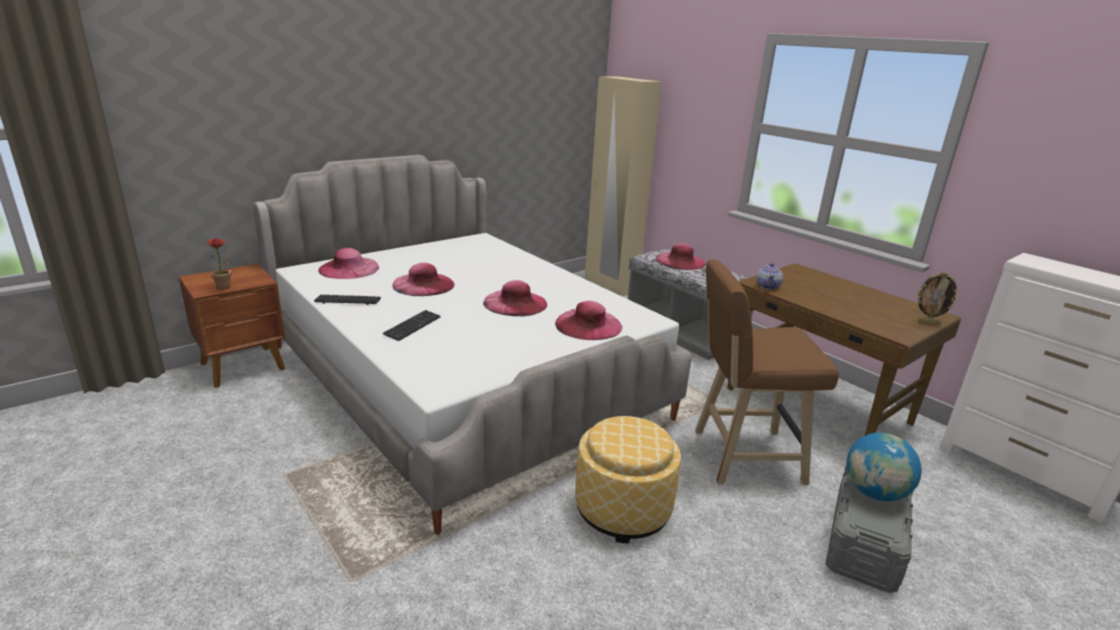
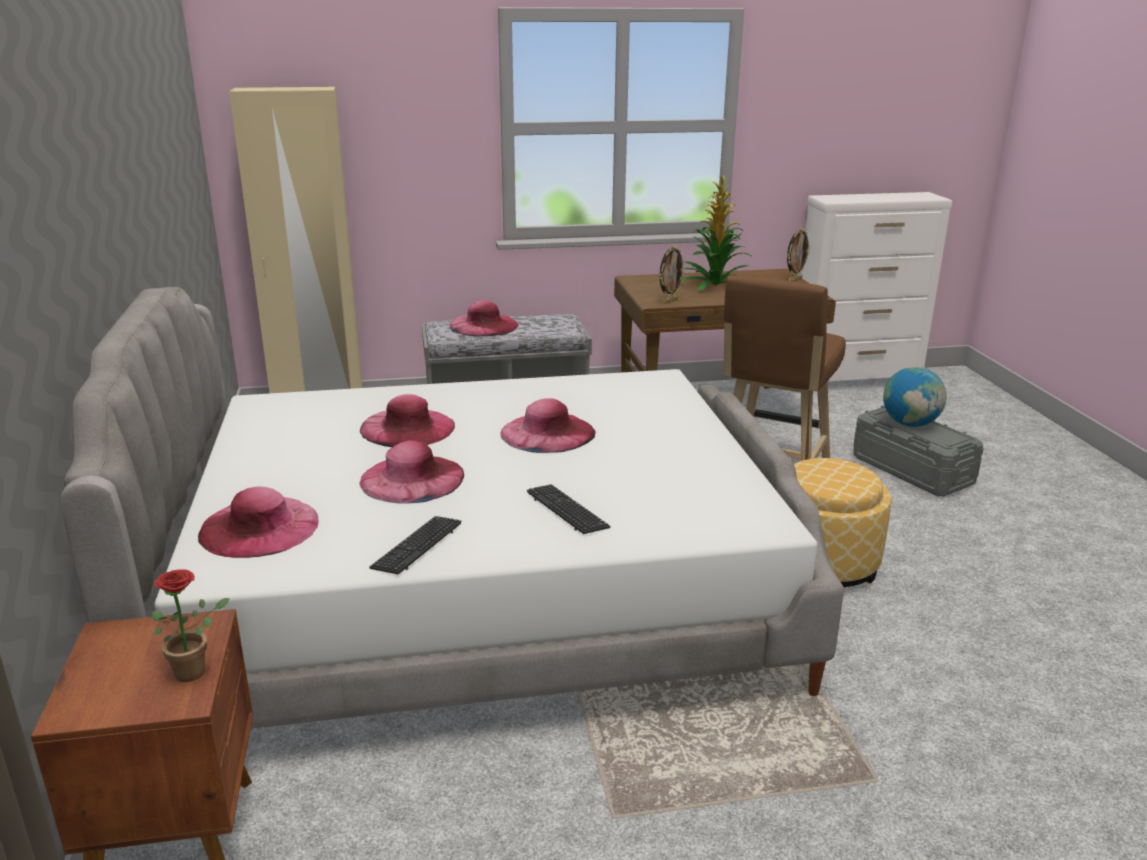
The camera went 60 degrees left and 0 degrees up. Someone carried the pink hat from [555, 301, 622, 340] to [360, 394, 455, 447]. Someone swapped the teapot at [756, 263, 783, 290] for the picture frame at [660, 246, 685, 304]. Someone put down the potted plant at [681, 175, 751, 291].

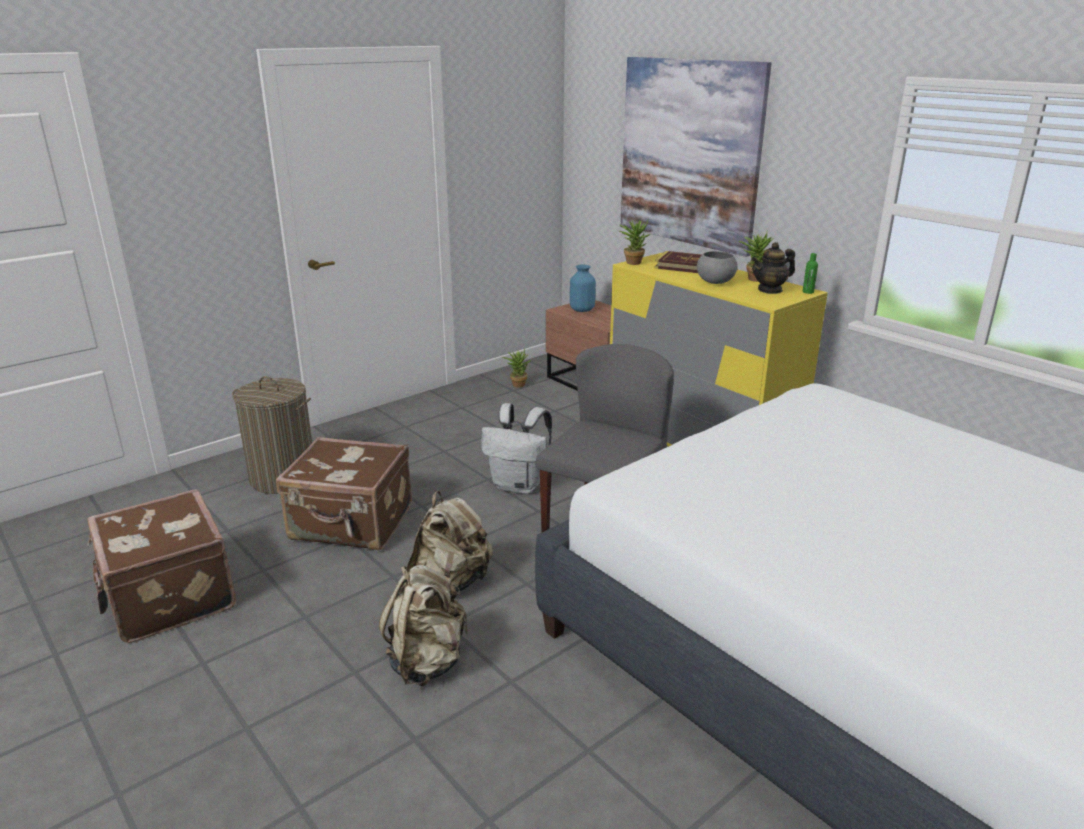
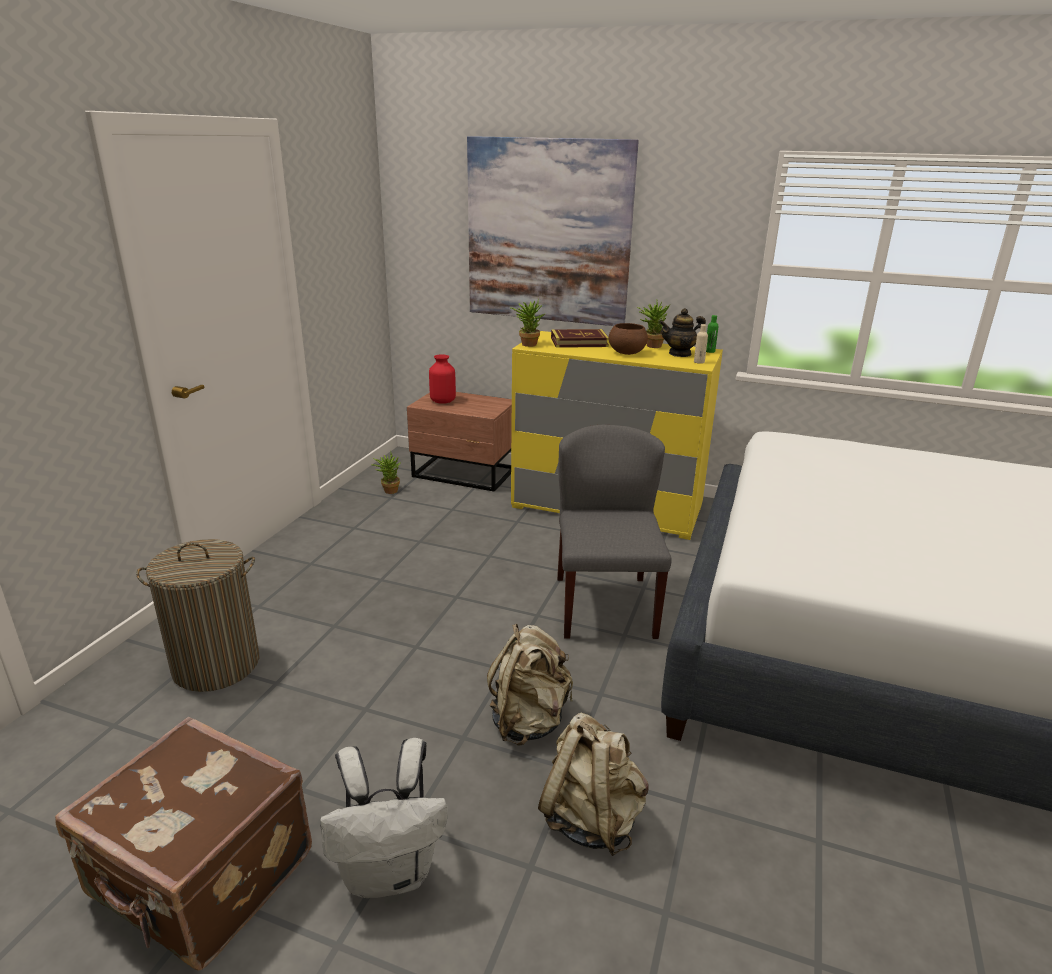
The camera went 30 degrees left and 0 degrees up. Someone took away the brown suitcase at [276, 437, 412, 550]. Someone carried the white backpack from [481, 403, 552, 494] to [320, 738, 448, 898]. Someone repainted the blue vase at [570, 265, 596, 312], which became the red vase at [429, 354, 456, 404]. Someone repainted the grey bowl at [697, 251, 738, 284], which became the brown bowl at [609, 323, 648, 355]. Someone rotated the teapot at [751, 242, 795, 294] by 45 degrees clockwise. Someone put down the beige bottle at [694, 324, 708, 364].

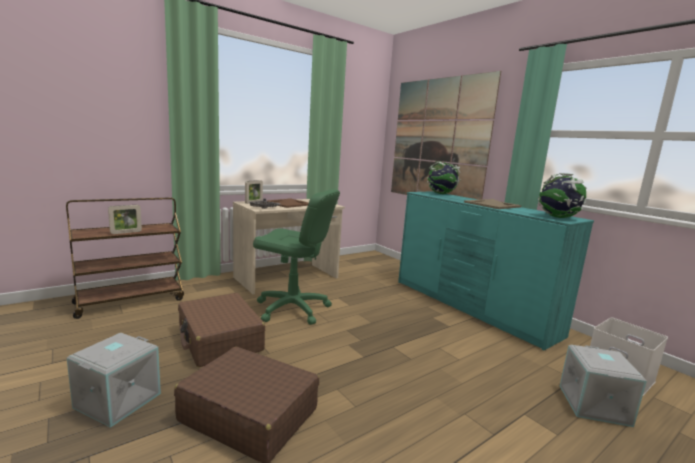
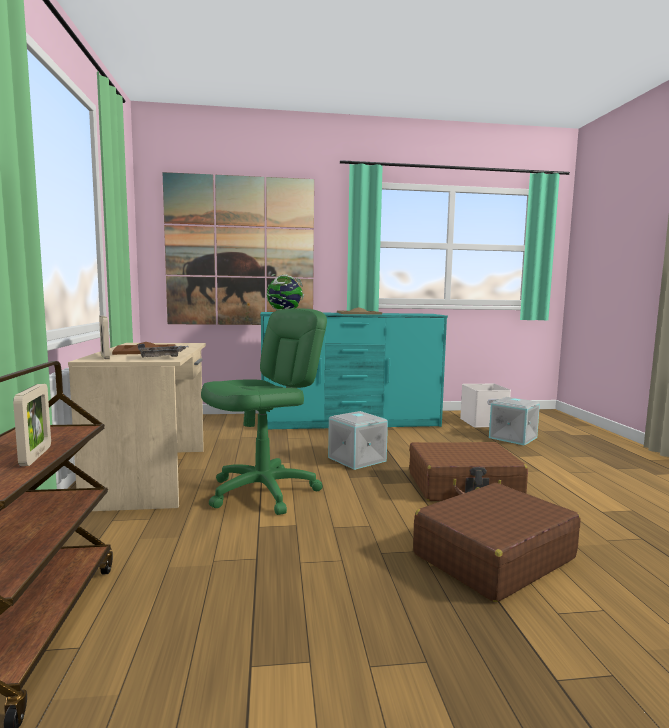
The camera went 60 degrees left and 5 degrees down. Someone carried the grey storage box from [67, 333, 161, 428] to [328, 411, 388, 470]. Someone carried the brown suitcase from [178, 293, 265, 367] to [409, 442, 528, 501]. Someone took away the globe at [538, 173, 586, 218].

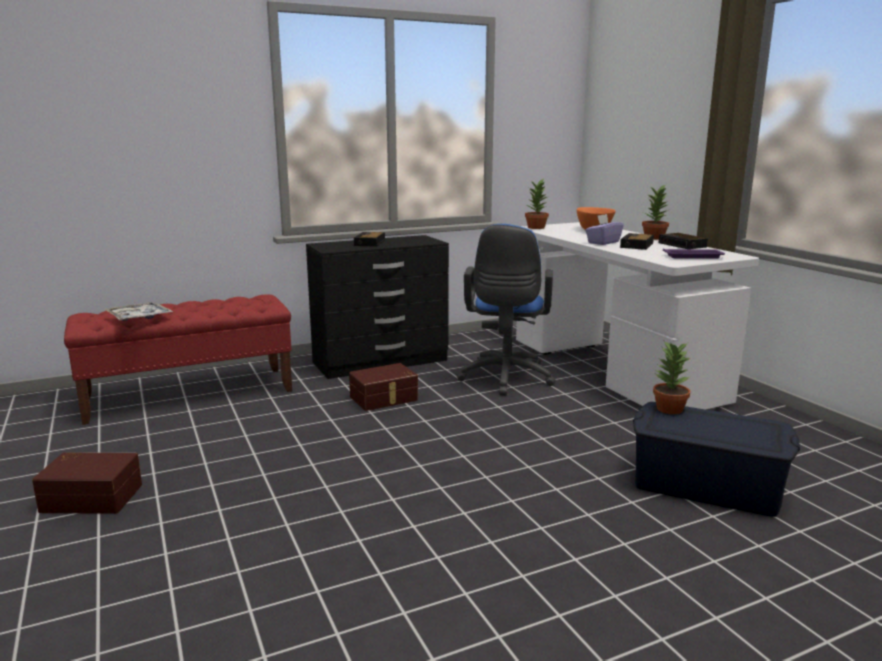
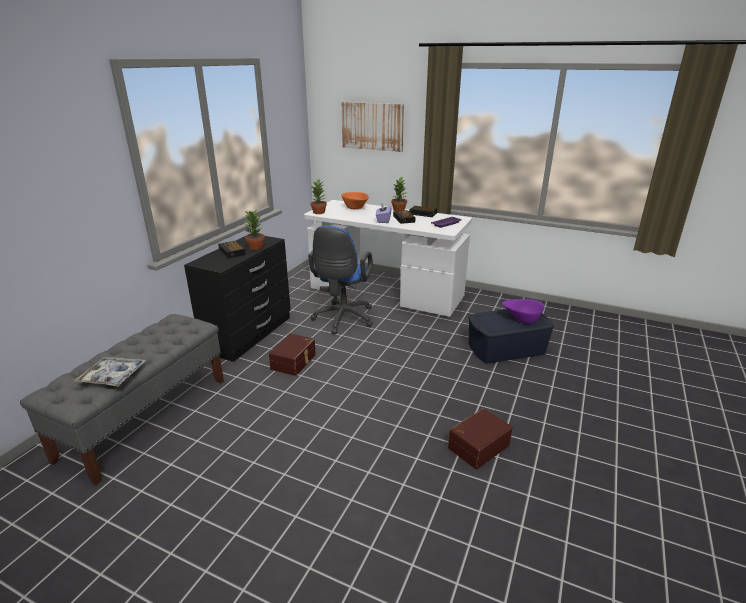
The camera went 40 degrees left and 10 degrees up. Someone carried the brown storage box from [32, 452, 142, 514] to [448, 408, 513, 469]. Someone repainted the red bench at [64, 294, 292, 425], which became the grey bench at [20, 314, 224, 485]. Someone rotated the blue office chair at [456, 224, 556, 396] by 45 degrees clockwise. Someone carried the potted plant from [653, 341, 691, 414] to [244, 210, 265, 250]. Someone put up the picture at [341, 102, 404, 152]. Someone put down the purple bowl at [502, 299, 545, 324].

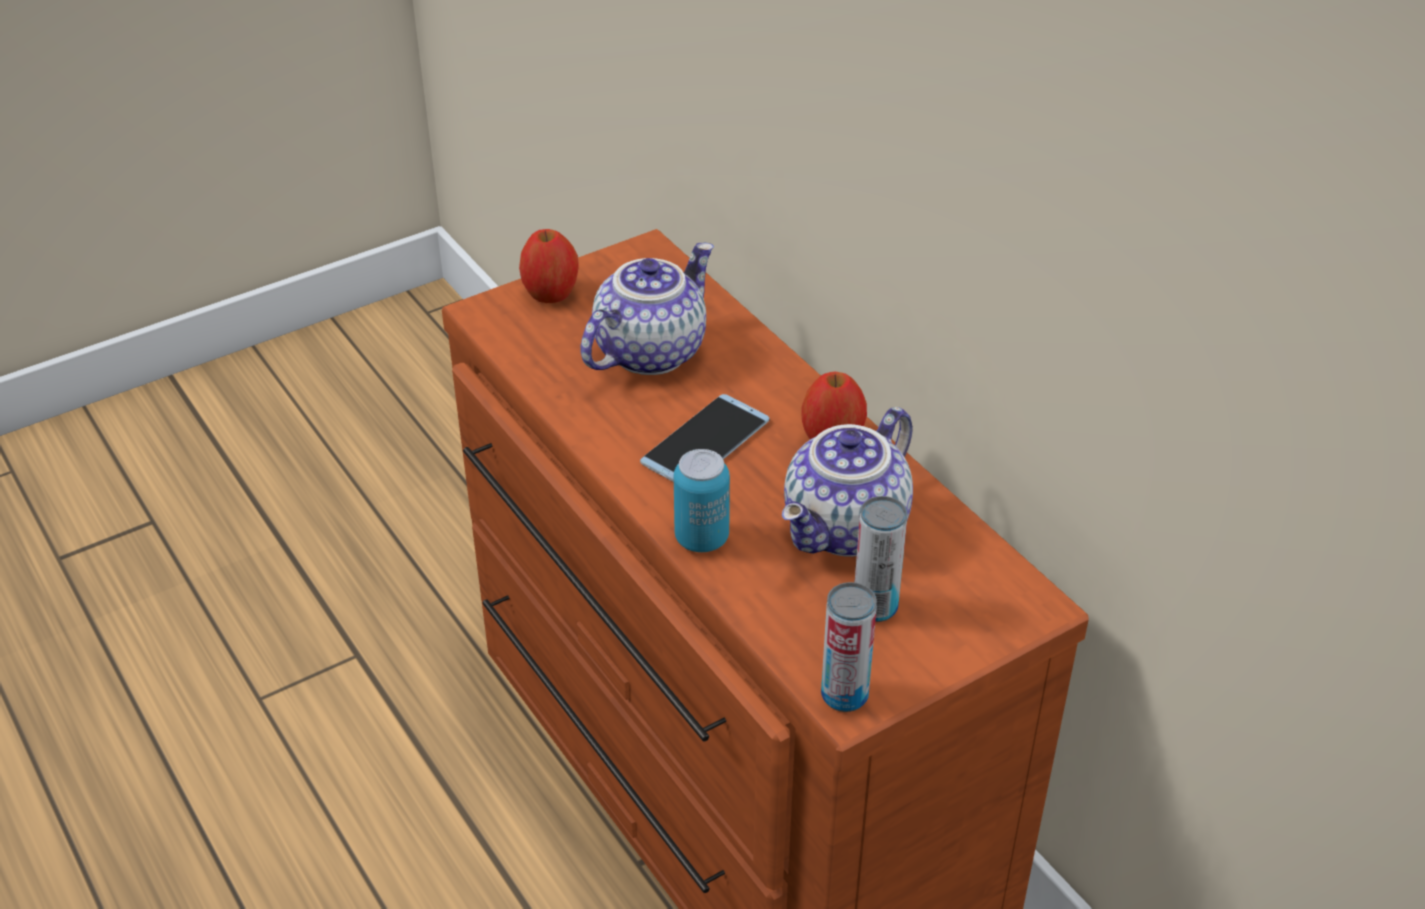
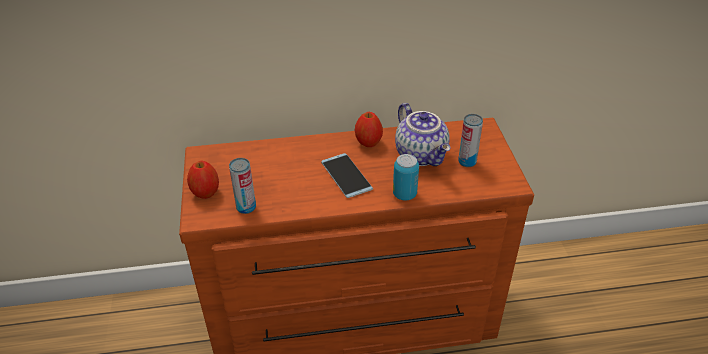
The camera went 65 degrees left and 0 degrees up. Someone took away the teapot at [580, 243, 714, 375]. Someone carried the can from [821, 582, 877, 712] to [229, 158, 256, 214].

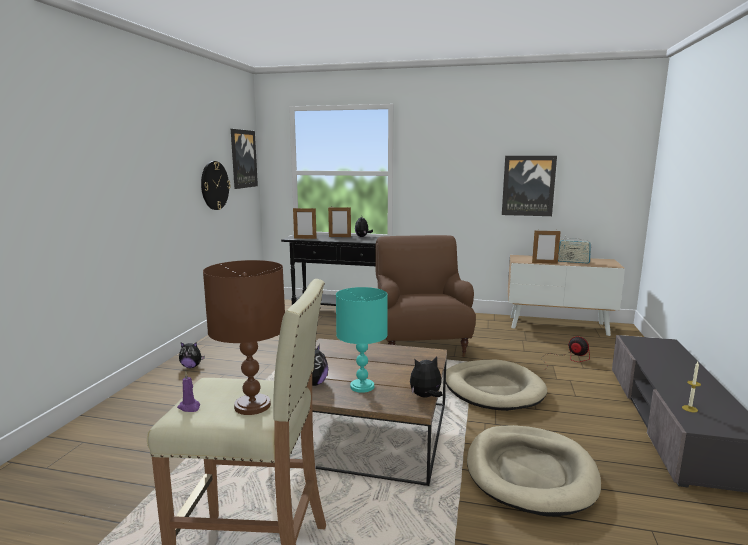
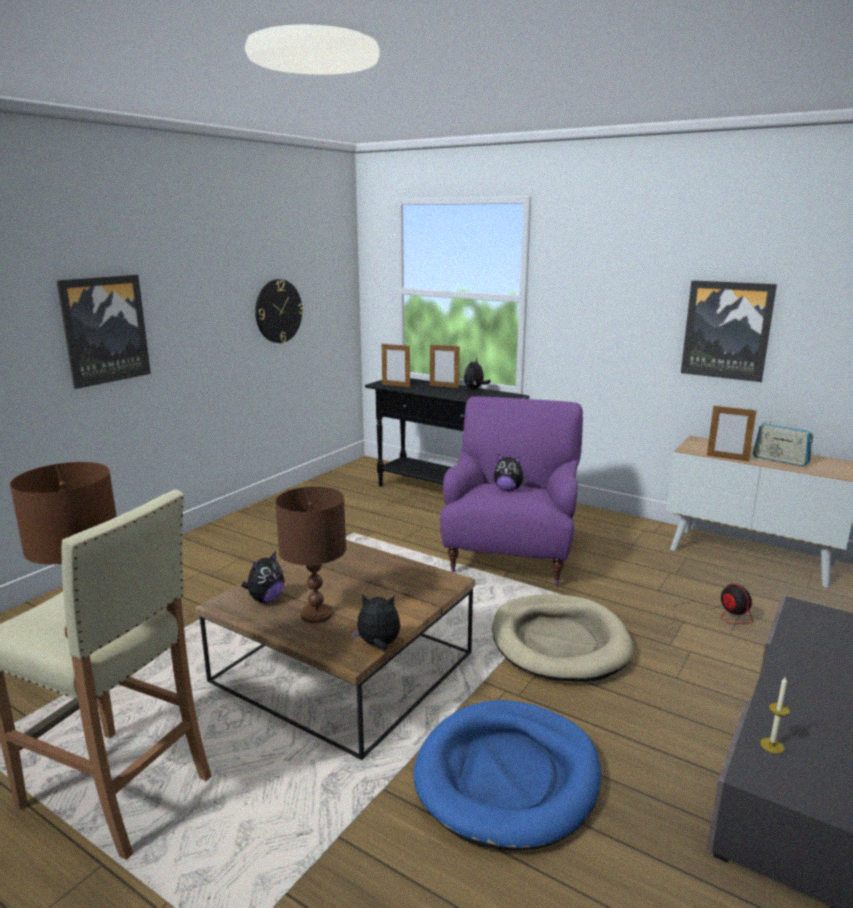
The camera went 20 degrees right and 5 degrees up. Someone took away the purple candle at [177, 372, 200, 412]. Someone carried the plush toy from [179, 342, 205, 368] to [494, 454, 527, 491]. Someone carried the picture from [231, 129, 258, 189] to [56, 275, 151, 389]. Someone repainted the turquoise table lamp at [336, 287, 388, 393], which became the brown table lamp at [275, 487, 346, 623]. Someone repainted the brown armchair at [375, 235, 476, 357], which became the purple armchair at [440, 396, 583, 585]. Someone repainted the beige dog bed at [467, 425, 601, 517], which became the blue dog bed at [414, 700, 601, 850].

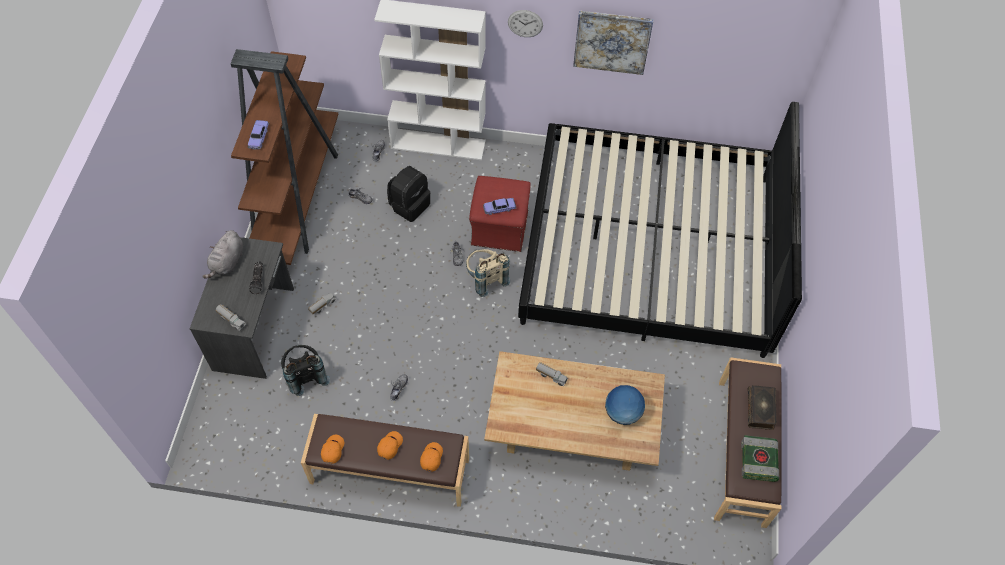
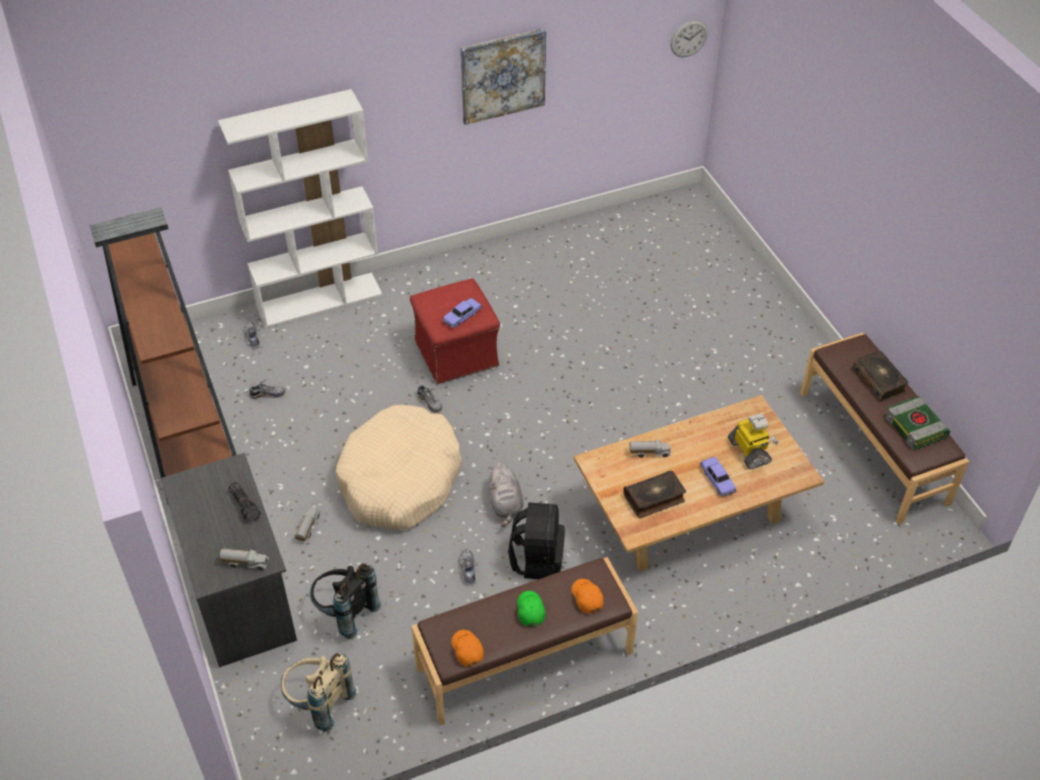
The camera went 30 degrees left and 10 degrees down. Someone carried the grey plush toy from [202, 230, 243, 279] to [488, 462, 524, 527]. Someone carried the toy car from [248, 120, 269, 150] to [700, 457, 736, 497]. Someone repainted the orange cap at [377, 431, 403, 460], which became the green cap at [517, 591, 545, 626]. Someone carried the black backpack from [387, 166, 431, 222] to [508, 502, 565, 579]. Someone carried the beige backpack from [466, 249, 510, 297] to [281, 652, 357, 732]. Someone carried the wall clock from [508, 10, 543, 37] to [671, 20, 708, 57]. Someone took away the bed at [518, 102, 802, 358]. Someone swapped the globe at [605, 385, 645, 425] for the toy robot at [728, 413, 778, 469]. Someone put down the beige dog bed at [336, 405, 462, 530]. Someone put down the book at [623, 470, 686, 518].

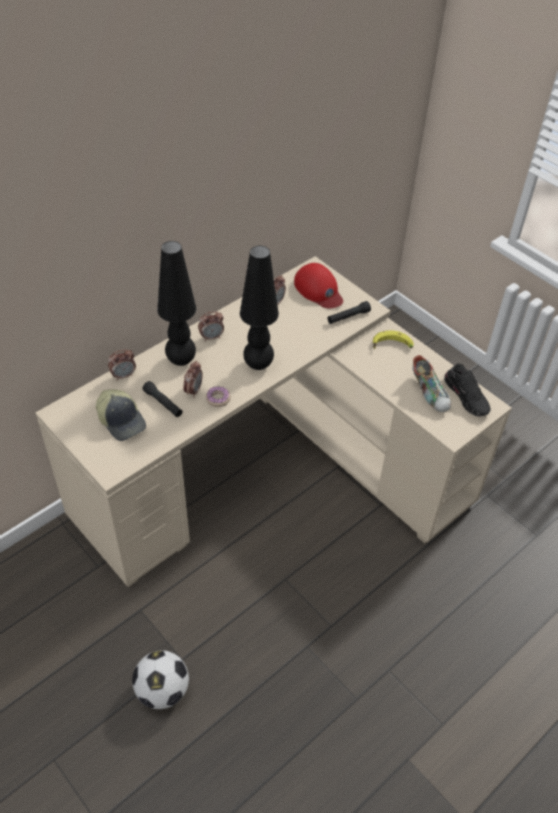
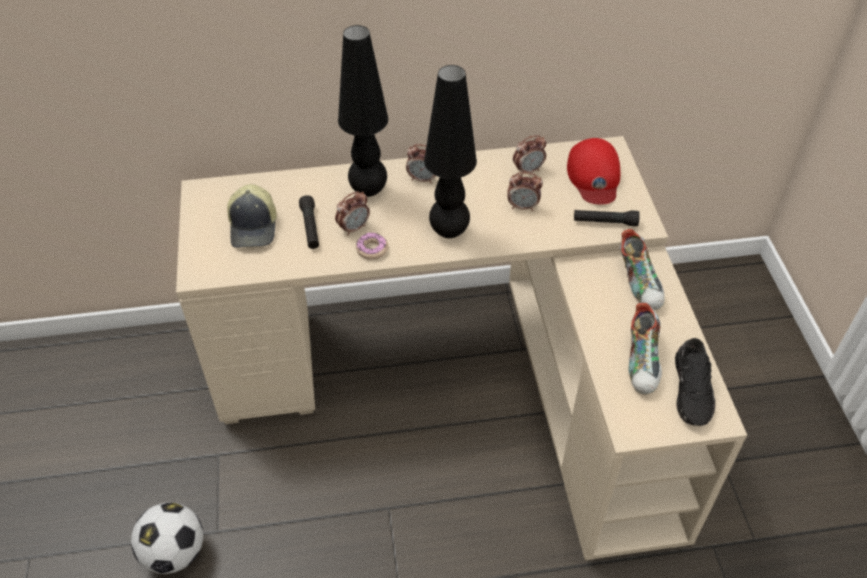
The camera went 35 degrees right and 0 degrees up. Someone carried the alarm clock from [108, 349, 136, 381] to [507, 172, 543, 211]. Someone swapped the banana at [373, 330, 414, 350] for the shoe at [620, 229, 665, 310].

